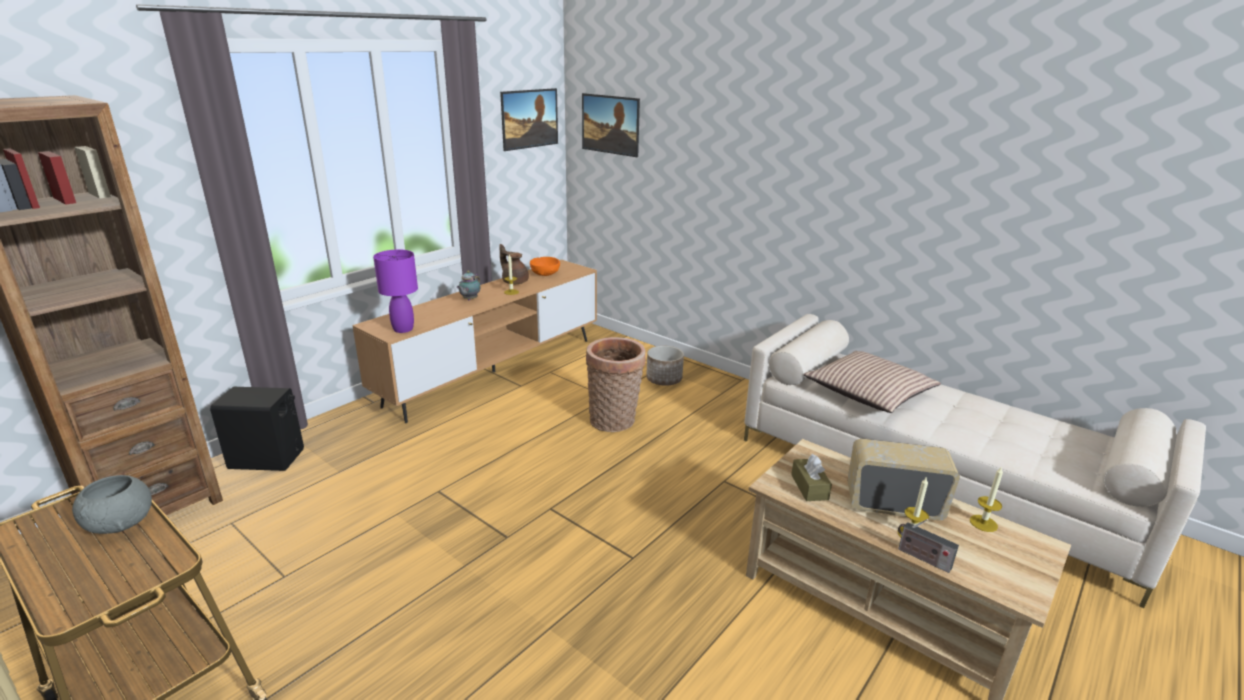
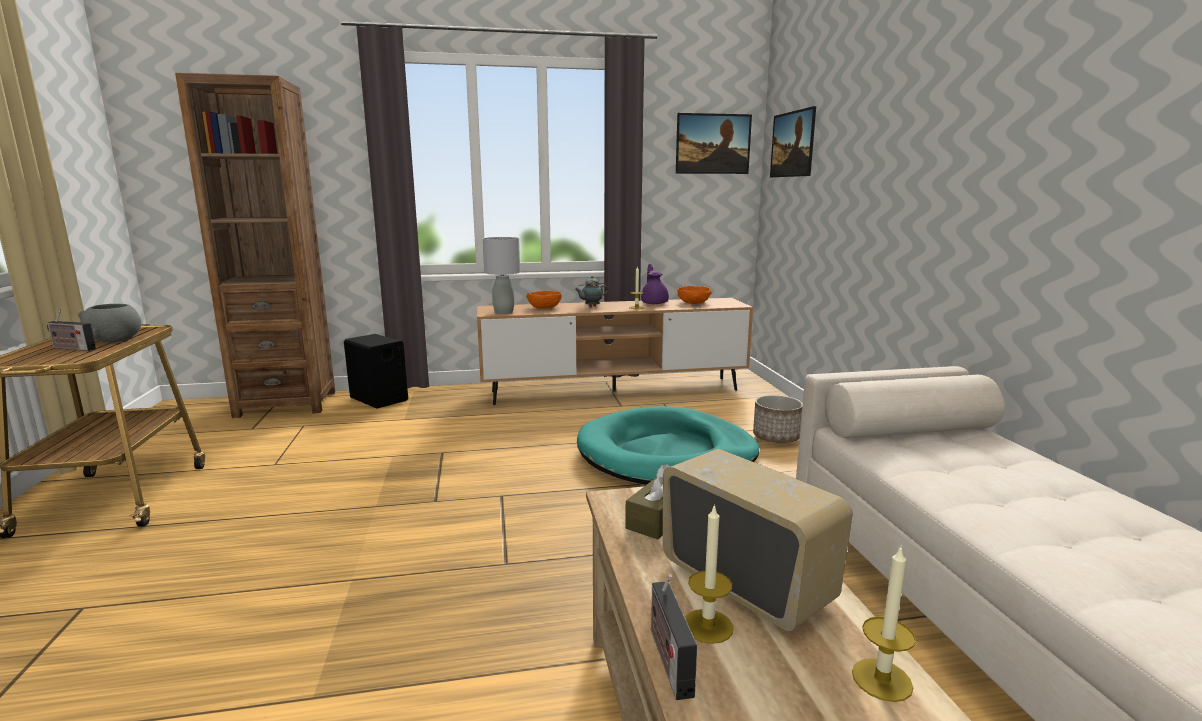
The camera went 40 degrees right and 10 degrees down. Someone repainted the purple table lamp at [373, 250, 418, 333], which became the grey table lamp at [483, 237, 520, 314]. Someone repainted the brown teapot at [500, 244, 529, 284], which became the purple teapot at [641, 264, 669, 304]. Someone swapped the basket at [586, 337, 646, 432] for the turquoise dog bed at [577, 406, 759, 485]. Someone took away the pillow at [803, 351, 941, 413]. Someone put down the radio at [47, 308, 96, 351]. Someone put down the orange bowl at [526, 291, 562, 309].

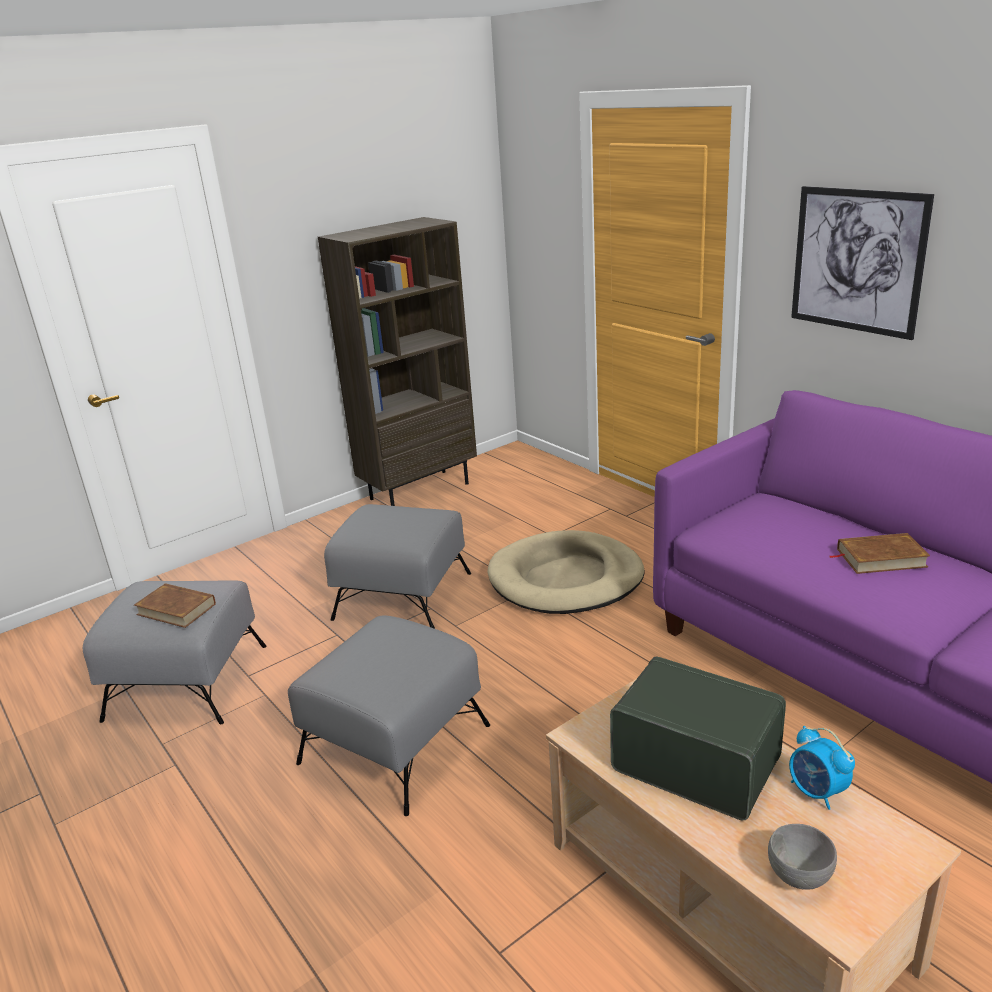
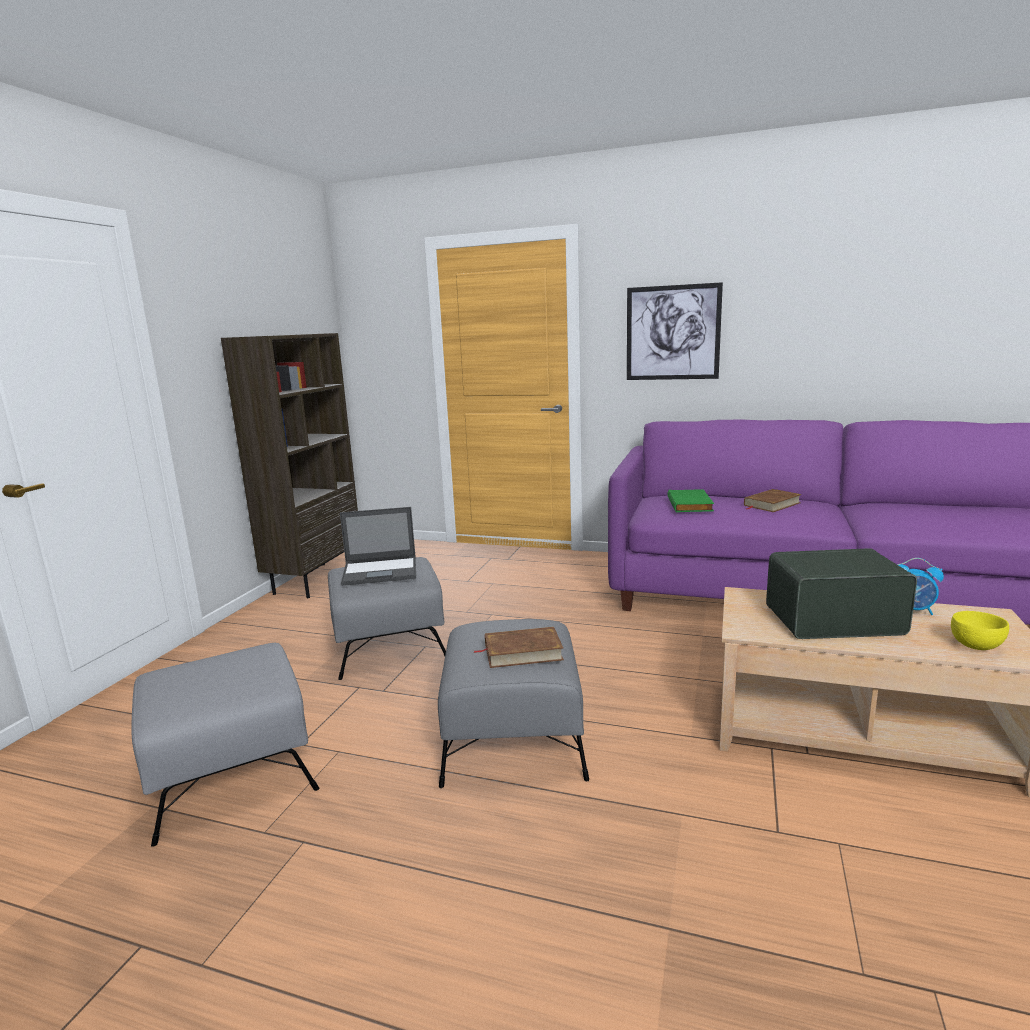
The camera went 35 degrees left and 10 degrees down. Someone carried the brown book from [134, 583, 216, 628] to [473, 627, 564, 668]. Someone took away the beige dog bed at [487, 530, 645, 614]. Someone repainted the grey bowl at [768, 824, 837, 890], which became the yellow bowl at [951, 611, 1009, 650]. Someone put down the laptop at [340, 507, 416, 586]. Someone put down the green book at [668, 489, 714, 512].

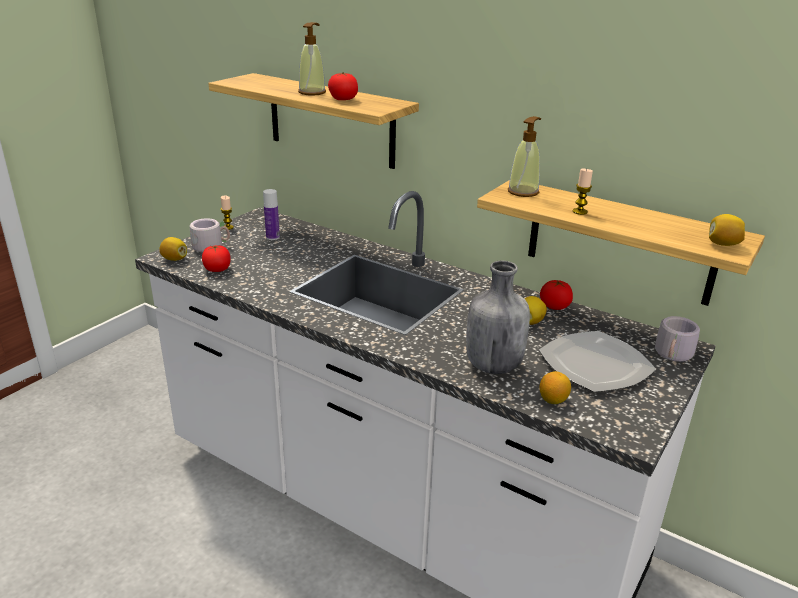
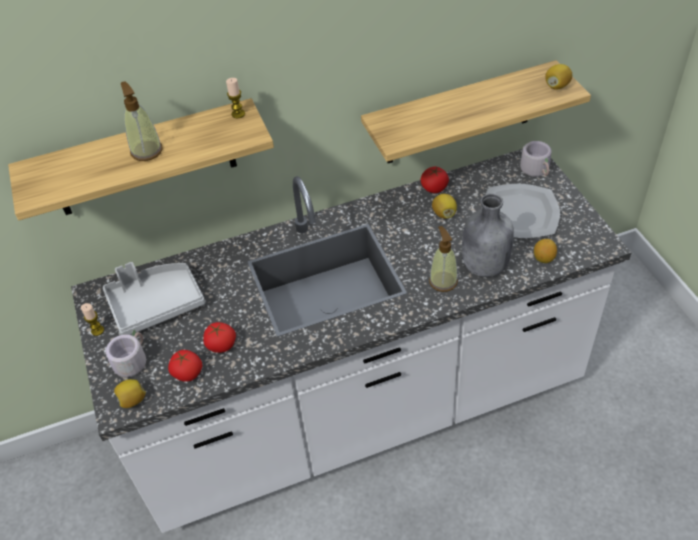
The camera went 50 degrees left and 20 degrees up. Someone swapped the bottle at [263, 189, 280, 240] for the grey tray at [103, 262, 205, 335]. Someone carried the tomato from [328, 72, 358, 100] to [203, 322, 236, 353]. Someone carried the soap dispenser from [508, 116, 541, 197] to [429, 226, 458, 292]. Someone carried the candle from [573, 169, 593, 215] to [226, 78, 245, 118].

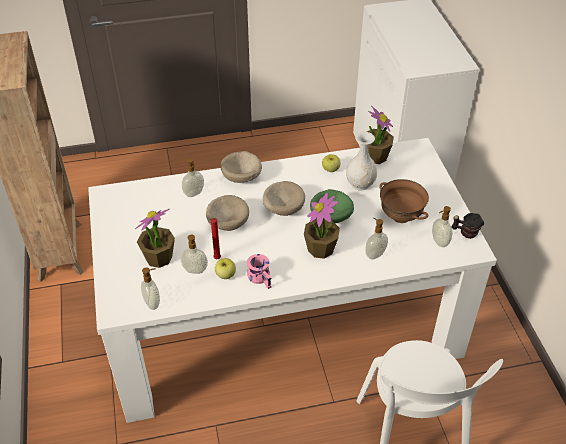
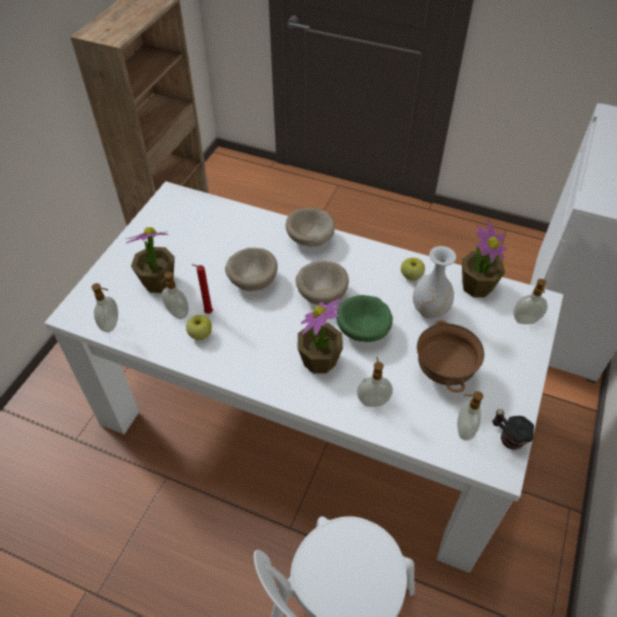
The camera went 35 degrees right and 5 degrees up. Someone carried the soap dispenser from [182, 158, 204, 197] to [513, 279, 548, 324]. Someone took away the pink mug at [247, 254, 272, 289].

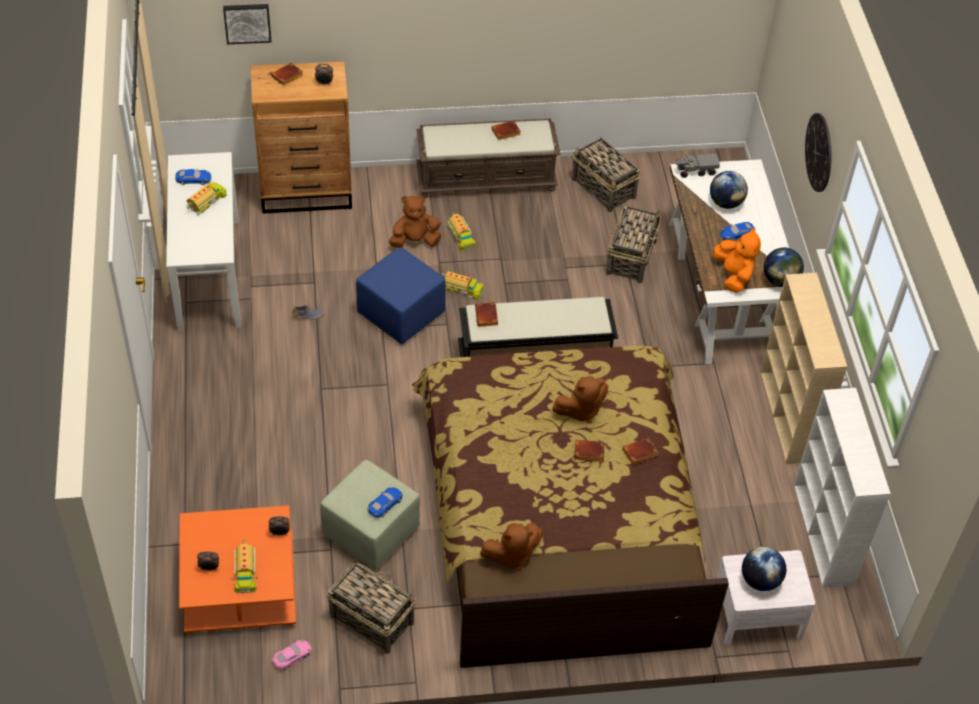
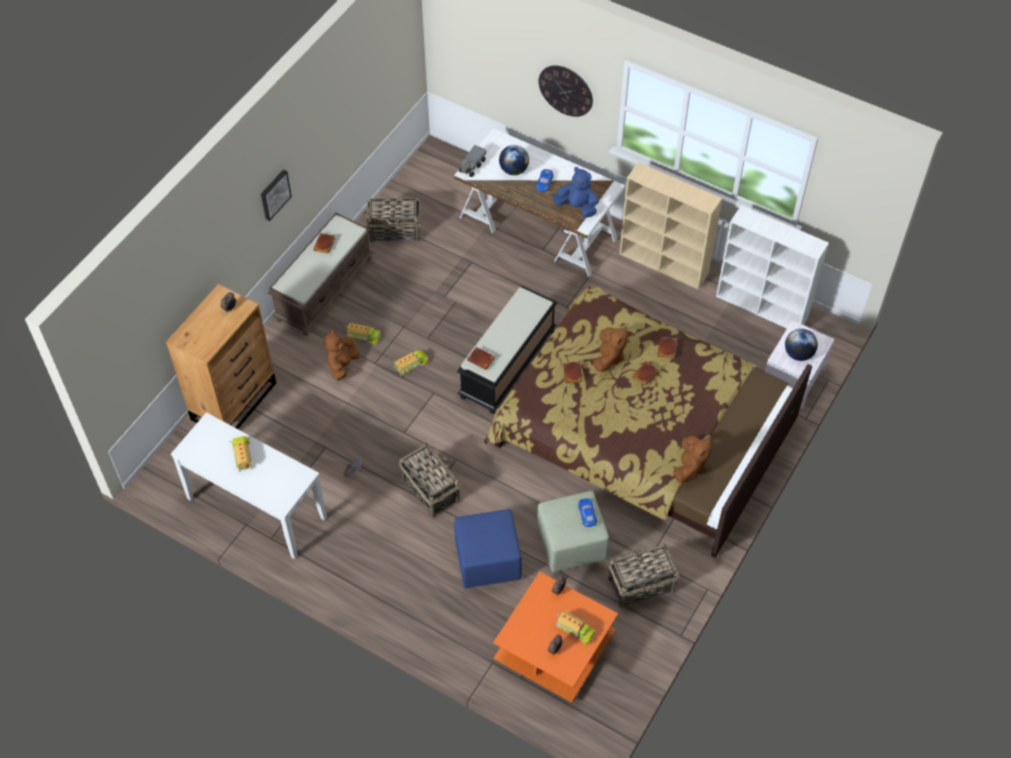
The camera went 50 degrees left and 5 degrees up. Someone took away the blue toy car at [175, 168, 211, 185]. Someone carried the picture from [223, 4, 271, 44] to [261, 169, 292, 221]. Someone carried the brown book from [271, 63, 303, 85] to [563, 361, 583, 383]. Someone took away the pink toy car at [272, 640, 312, 670]. Someone carried the blue ottoman from [356, 247, 446, 344] to [454, 509, 522, 589]. Someone carried the basket from [606, 206, 661, 283] to [399, 443, 461, 518]. Someone repainted the orange plush toy at [713, 228, 761, 293], which became the blue plush toy at [552, 167, 599, 218]. Someone took away the globe at [764, 247, 804, 287].

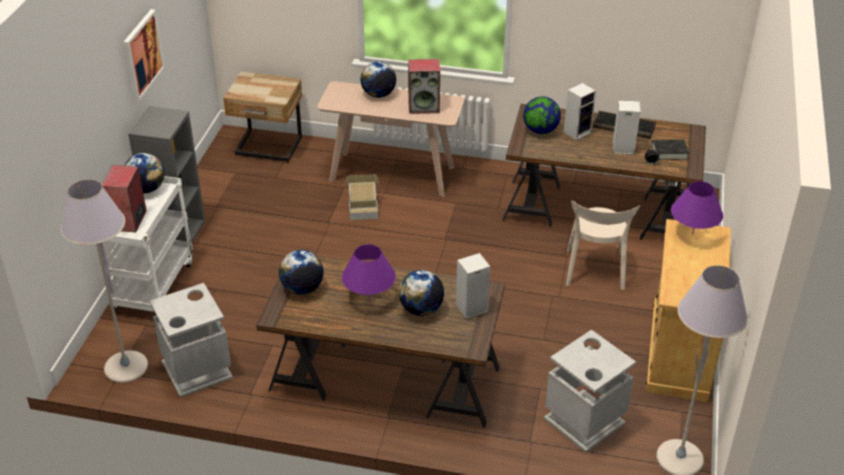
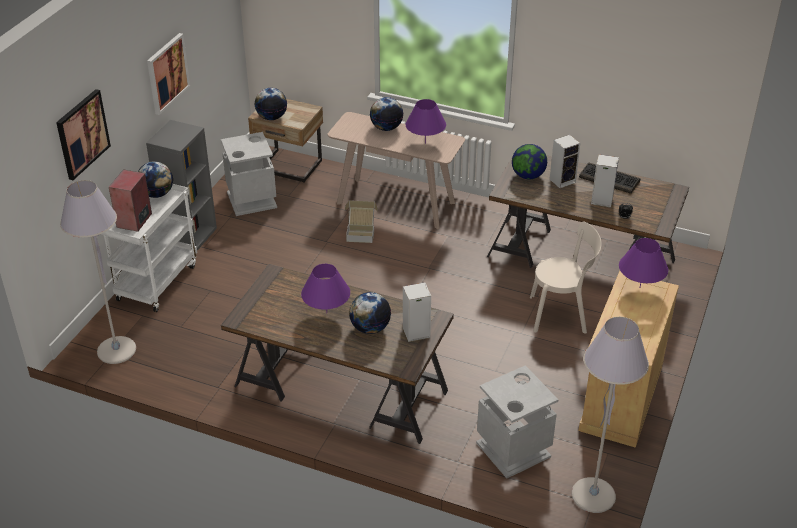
The camera went 10 degrees right and 0 degrees up. Someone carried the grey trash can from [150, 283, 233, 398] to [221, 132, 277, 216]. Someone carried the globe from [279, 250, 324, 295] to [254, 88, 287, 120]. Someone swapped the speaker at [408, 59, 440, 114] for the purple table lamp at [406, 99, 446, 144]. Someone rotated the beige chair at [566, 200, 640, 290] by 105 degrees counterclockwise. Someone took away the black book at [652, 140, 689, 160]. Someone put up the picture at [56, 89, 111, 180].

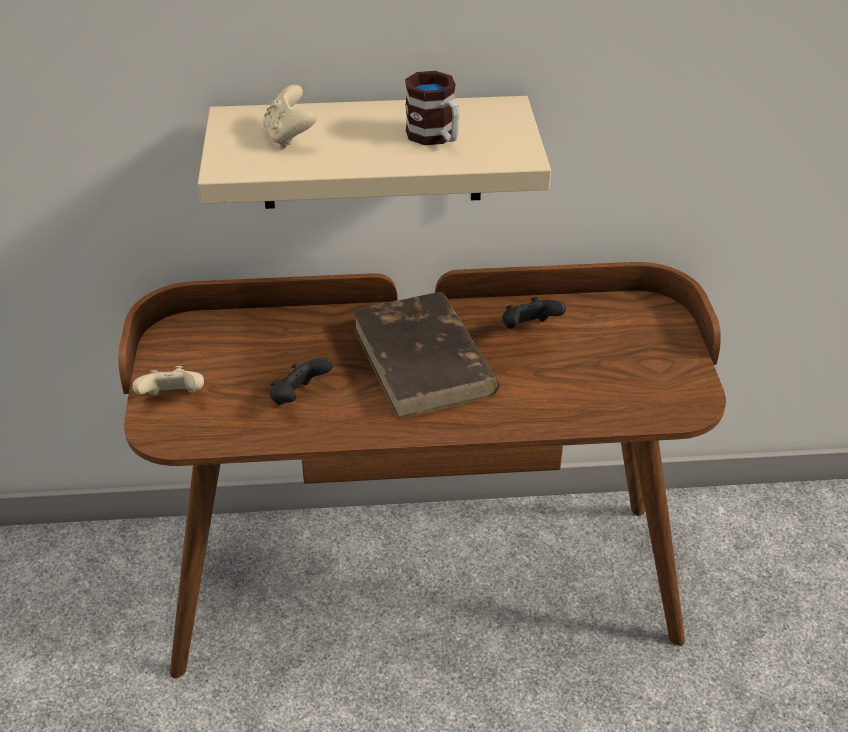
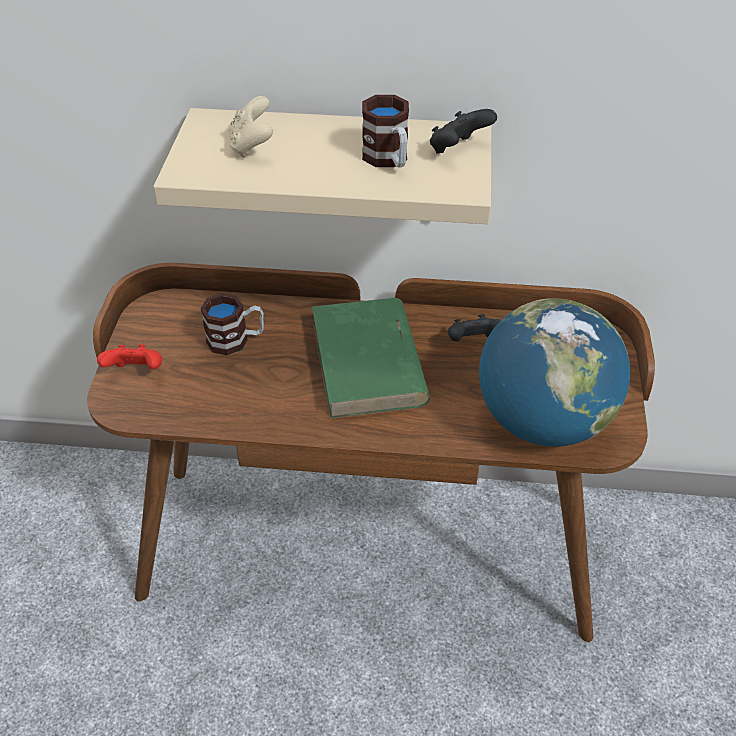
The camera went 10 degrees right and 5 degrees up. Someone repainted the beige game controller at [132, 366, 204, 395], which became the red game controller at [97, 344, 162, 370]. Someone carried the black game controller from [270, 358, 333, 405] to [430, 109, 497, 154]. Someone repainted the brown book at [352, 292, 500, 419], which became the green book at [312, 298, 430, 419]. Someone put down the mug at [200, 293, 264, 355]. Someone put down the globe at [479, 298, 630, 447].

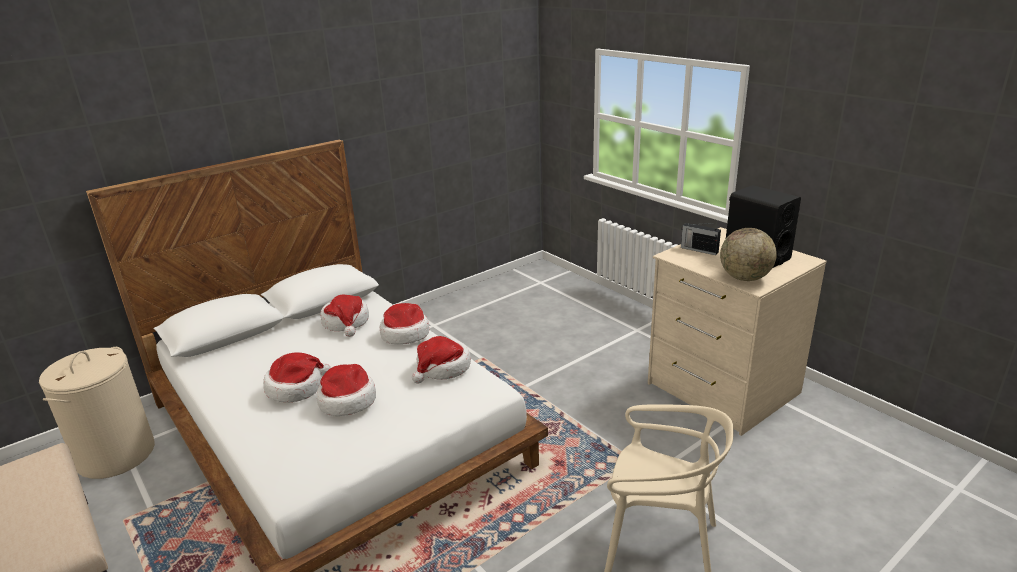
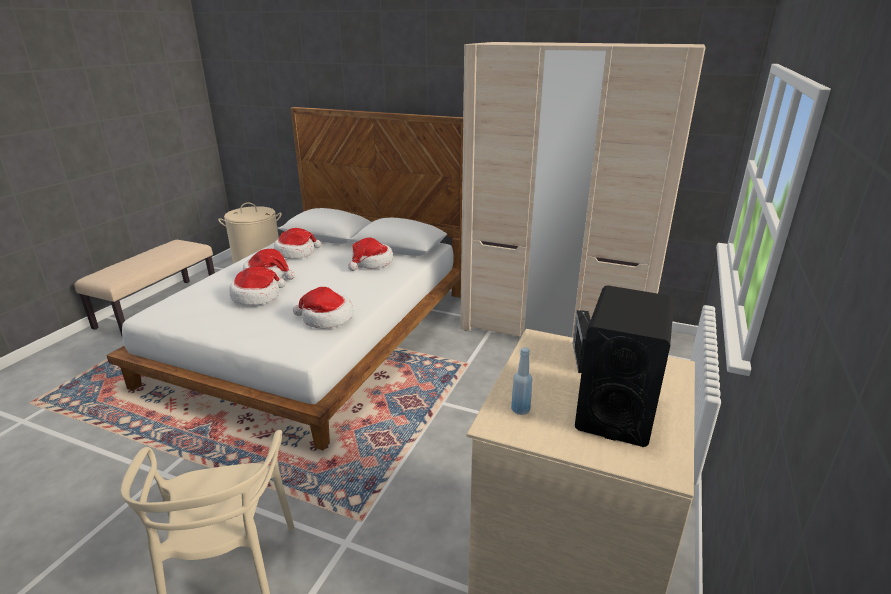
The camera went 60 degrees right and 0 degrees up. Someone carried the hat from [380, 303, 429, 344] to [274, 228, 321, 259]. Someone swapped the globe at [720, 228, 777, 281] for the blue bottle at [511, 347, 533, 415]. Someone put down the beige wardrobe at [460, 42, 706, 338].

